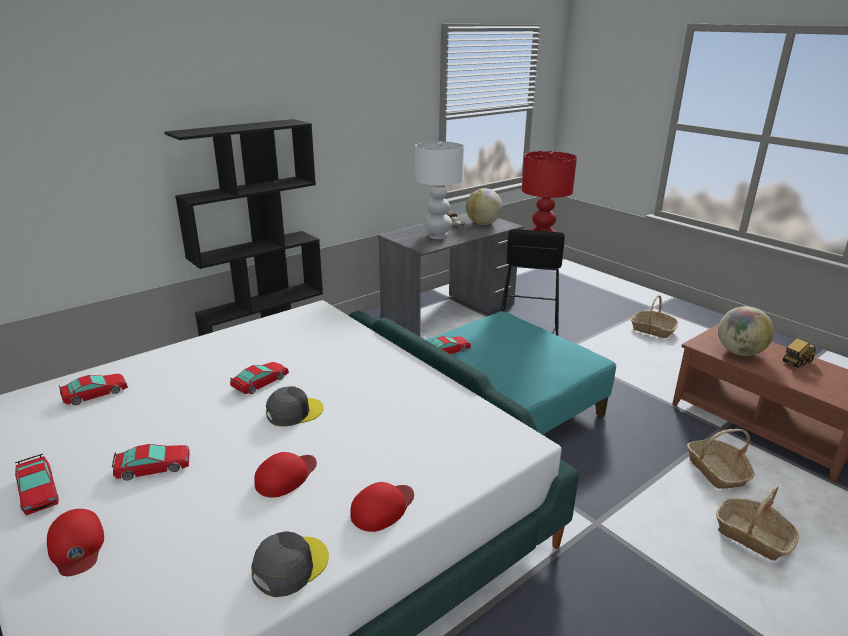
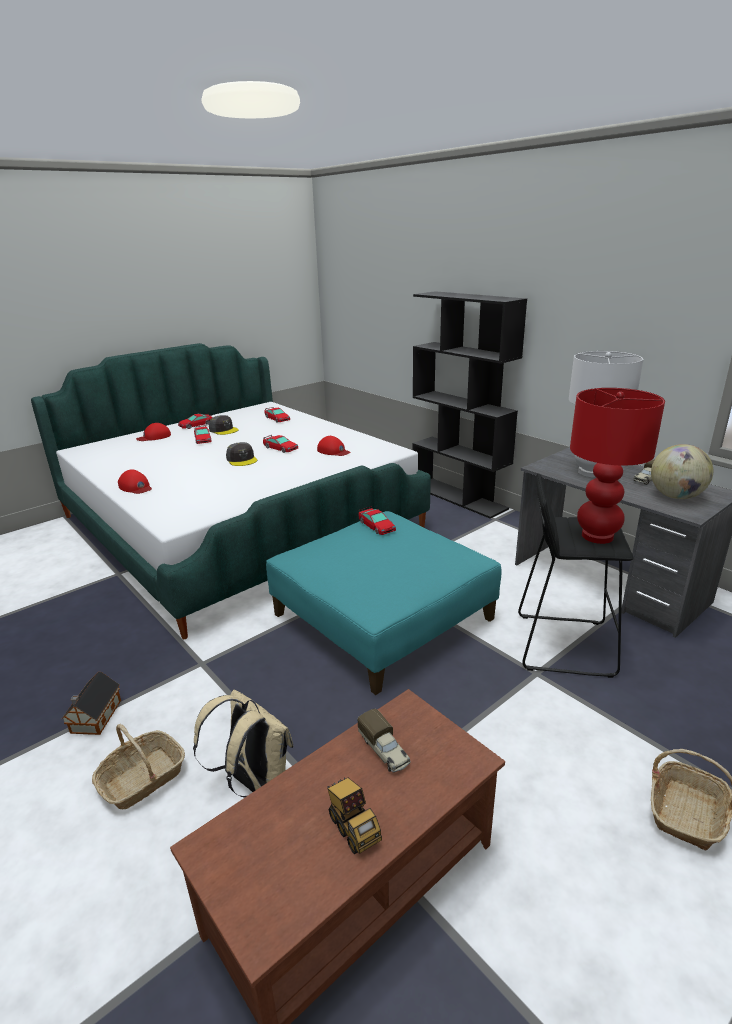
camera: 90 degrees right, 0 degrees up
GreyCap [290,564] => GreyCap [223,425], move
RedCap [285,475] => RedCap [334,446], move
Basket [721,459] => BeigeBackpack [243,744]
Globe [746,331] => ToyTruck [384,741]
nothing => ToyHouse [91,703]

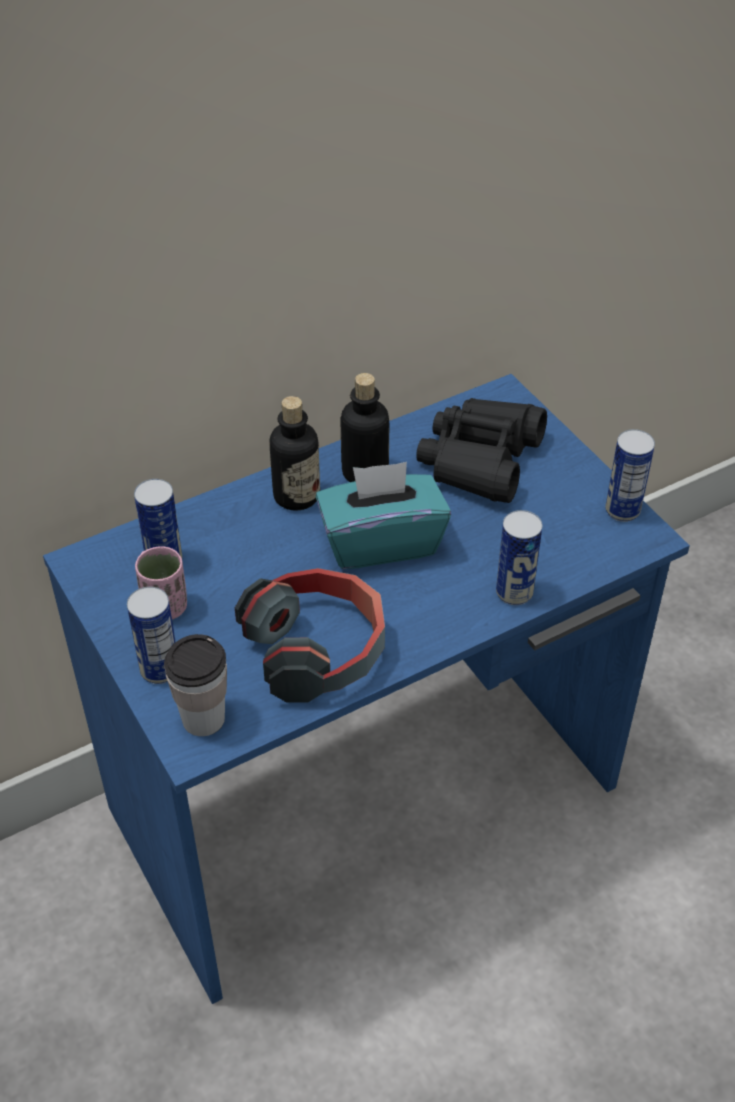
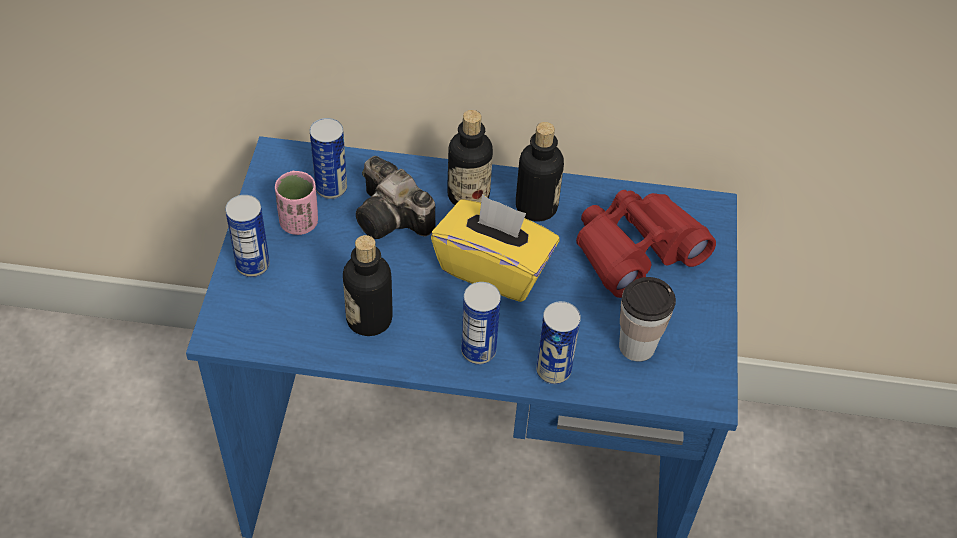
camera: 35 degrees right, 5 degrees up
Cup [195,685] => Cup [647,319], move
Headphones [310,635] => Bottle [368,285]
TurquoiseTissueBox [383,515] => YellowTissueBox [495,248]
BlackBinoculars [481,450] => RedBinoculars [646,244]
Can [630,475] => Can [481,323], move
nothing => PhotoCamera [396,197]

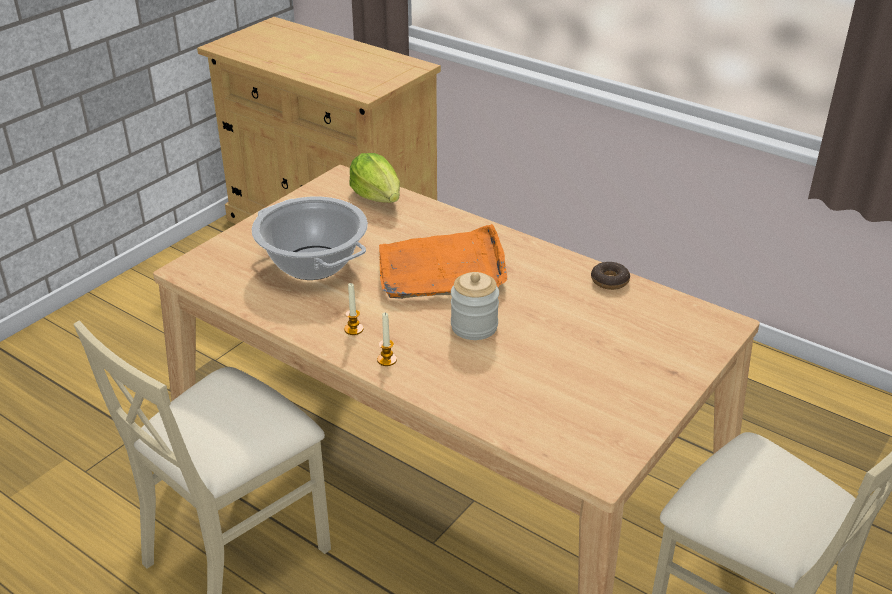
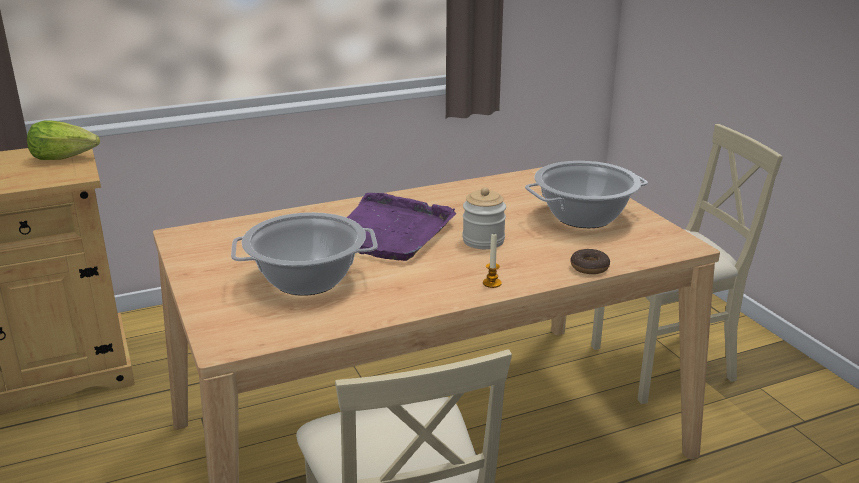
camera: 60 degrees left, 10 degrees down
Candle [353,309] => nothing
Lettuce [374,178] => Lettuce [63,140], move
OrangeTray [443,261] => PurpleTray [401,227]
Donut [610,276] => Donut [590,261], move
nothing => CookingPot [586,194]

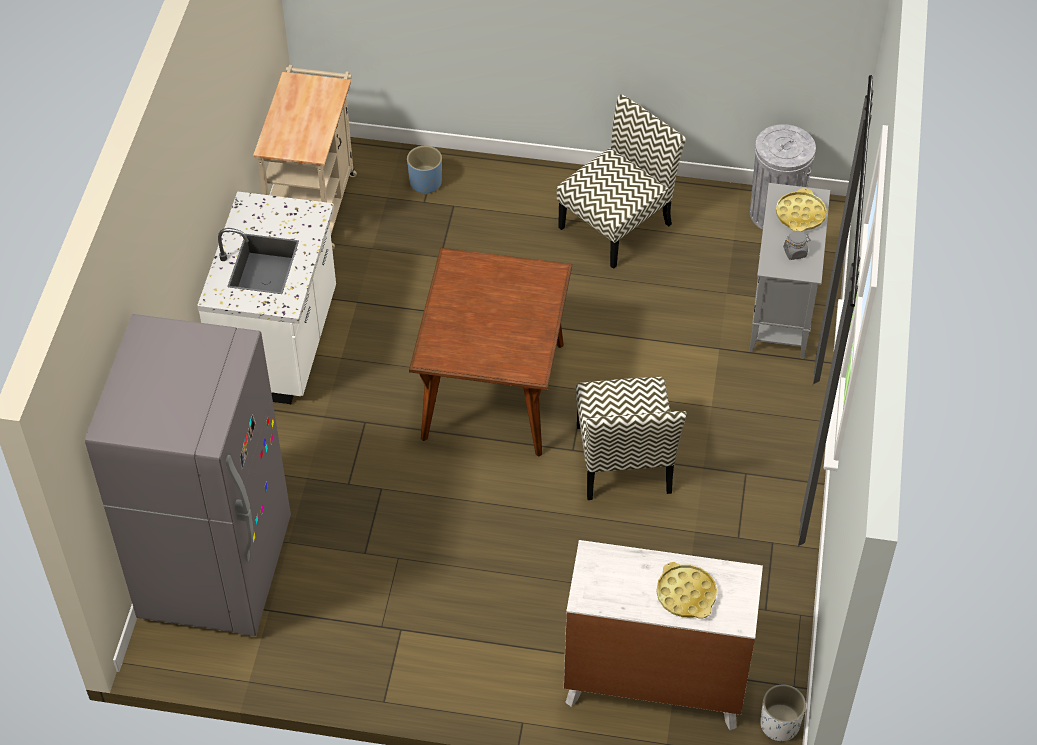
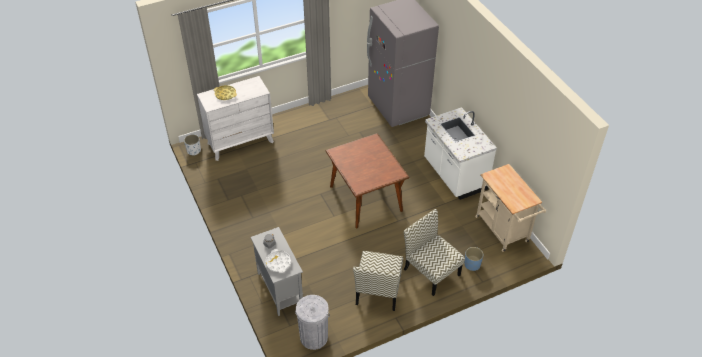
camera: 145 degrees right, 5 degrees down
Chair [631,438] => Chair [434,252], move
YellowTray [801,210] => WhiteTray [278,261]

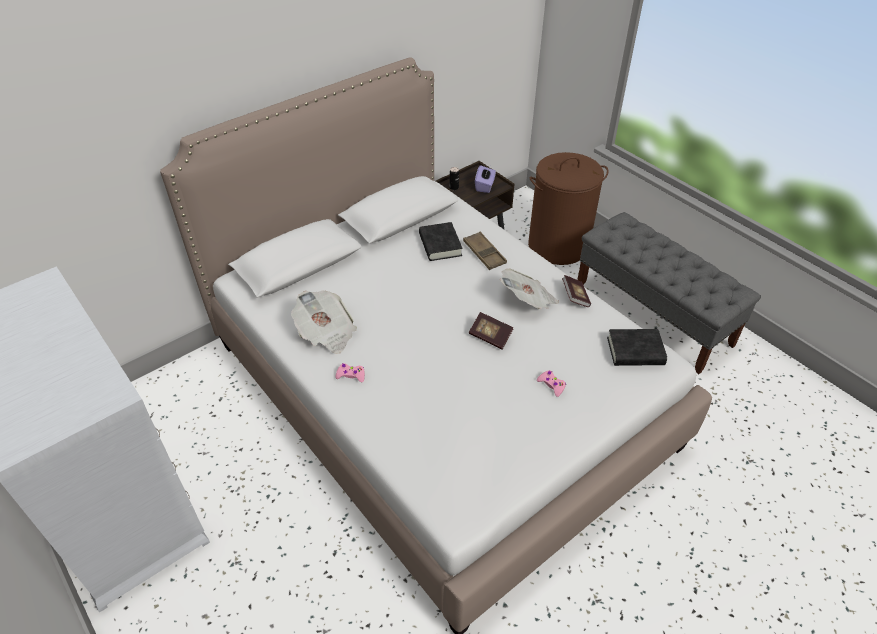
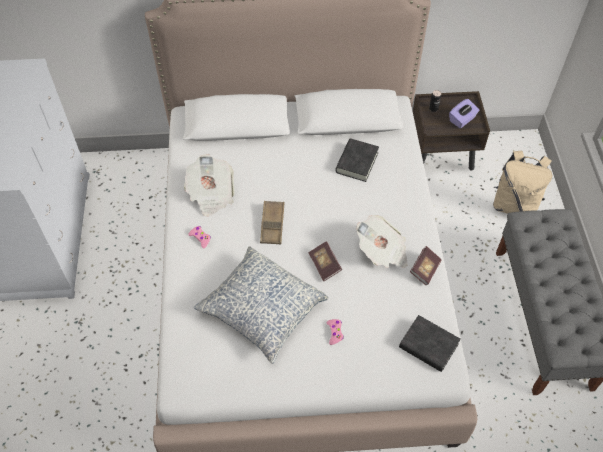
camera: 35 degrees right, 10 degrees up
BrownTray [485,251] => BrownTray [272,222], move
BrownLaundryBasket [568,208] => BeigeBackpack [523,182]
nothing => Pillow [261,305]

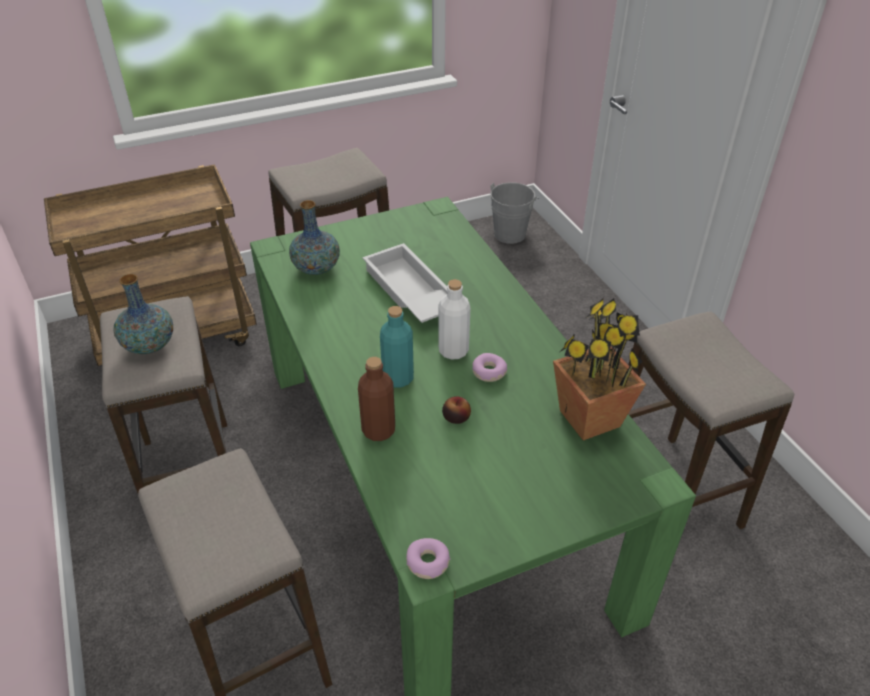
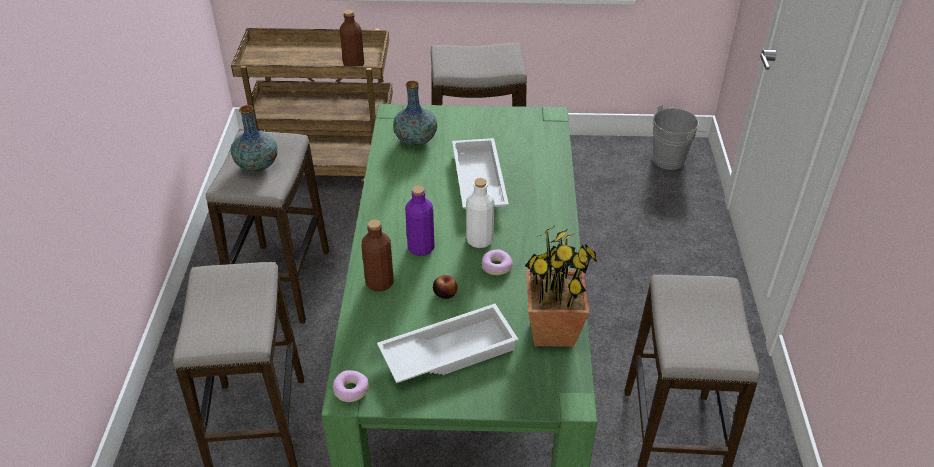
camera: 25 degrees right, 0 degrees up
TurquoiseBottle [397,346] => PurpleBottle [419,220]
nothing => BrownBottle [352,38]
nothing => WhiteTray [448,343]

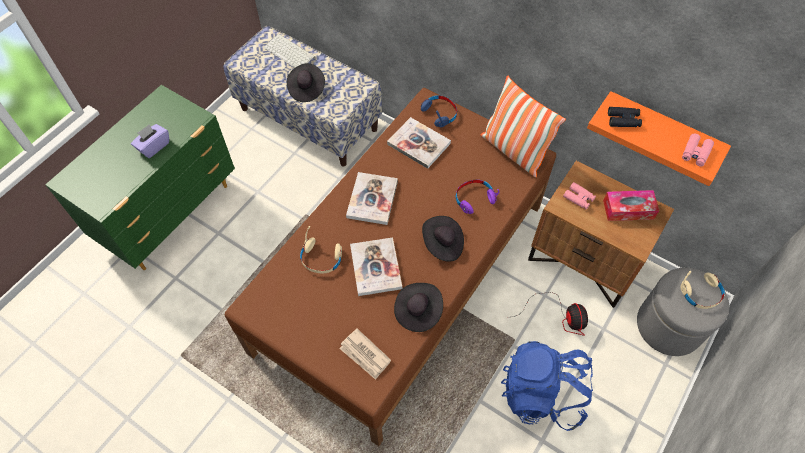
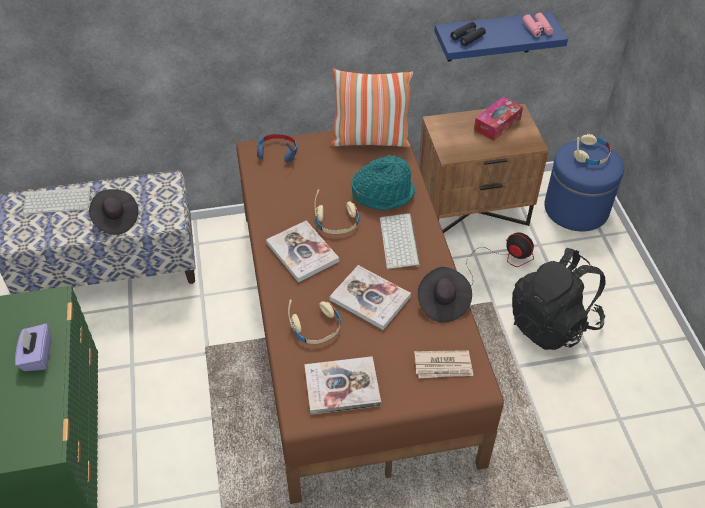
camera: 45 degrees left, 10 degrees down
Book [419,143] => Book [342,385], move
BlackHat [443,239] => Keyboard [400,241]
PurpleHeadphones [477,197] => TurquoiseHat [383,182]
BlueBackpack [547,386] => BlackBackpack [559,299]
PinkBinoculars [579,195] => nothing
OrangeShelf [659,138] => BlueShelf [501,37]
GreyOttoman [683,312] => BlueOttoman [584,185]
nothing => BeigeHeadphones [337,211]

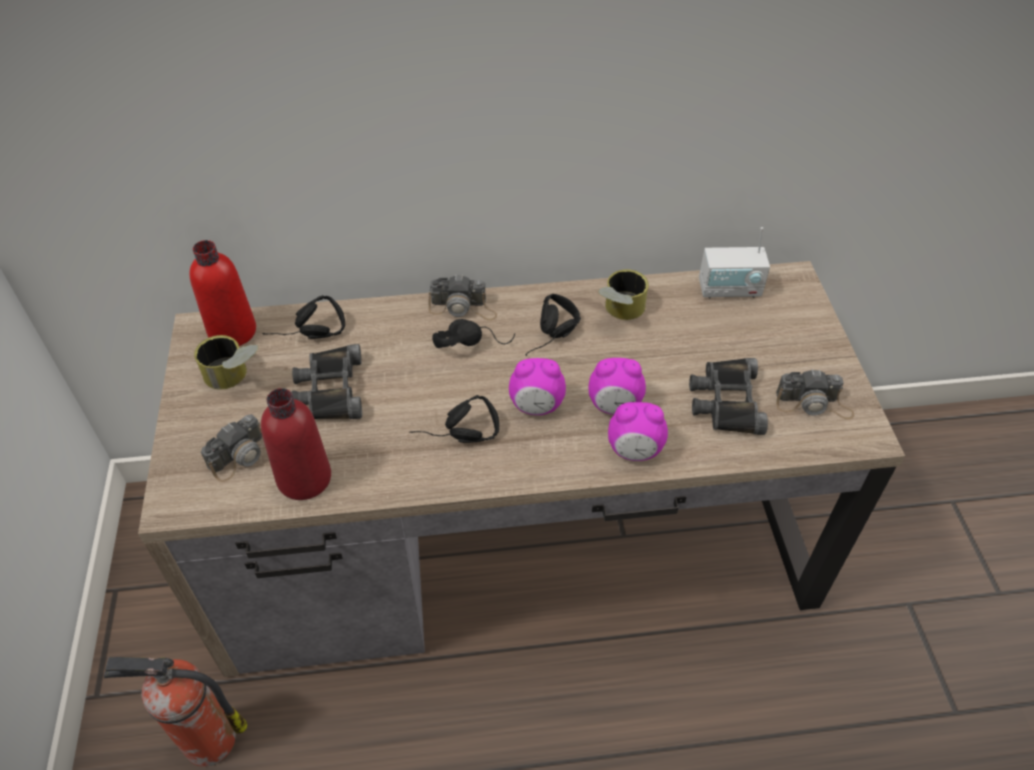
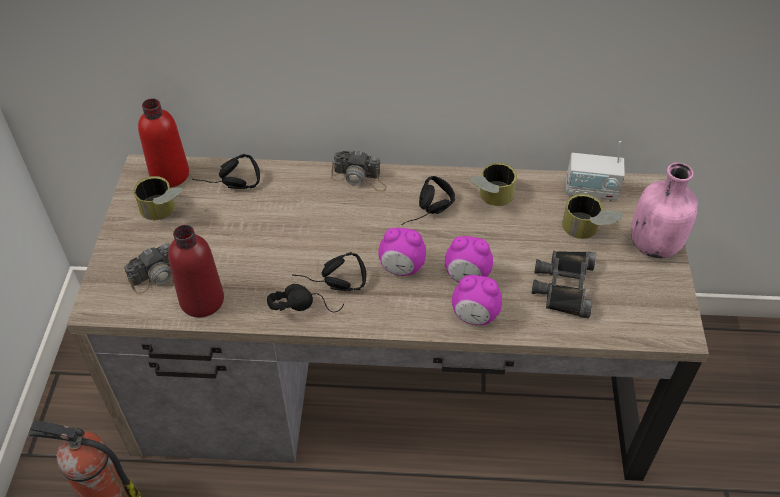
camera: 10 degrees right, 0 degrees up
BlackBinoculars [326,381] => nothing
BlackHeadphones [473,333] => BlackHeadphones [305,298], move
PhotoCamera [815,394] => nothing
nothing => Can [592,216]
nothing => PinkBottle [664,210]

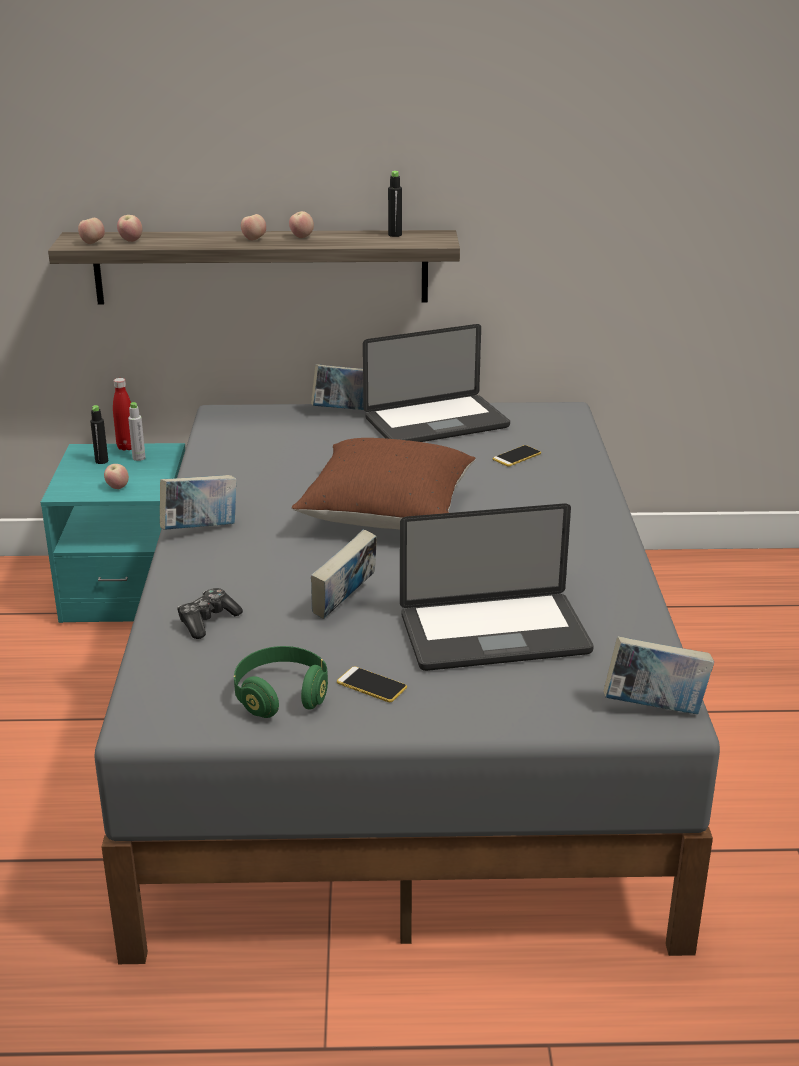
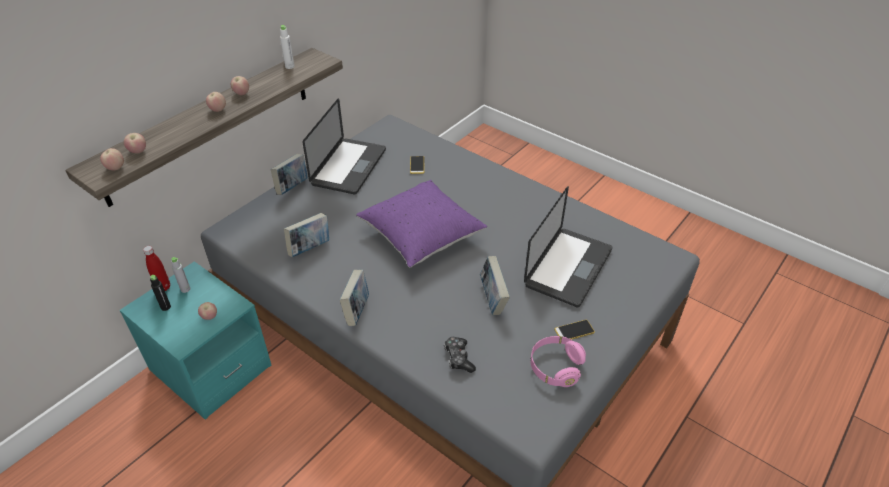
camera: 50 degrees left, 15 degrees up
GreenHeadphones [281,682] => PinkHeadphones [558,361]
BrownPillow [383,483] => PurplePillow [421,223]
BlackBottle [395,204] => WhiteBottle [287,47]
Book [658,675] => Book [306,235], move

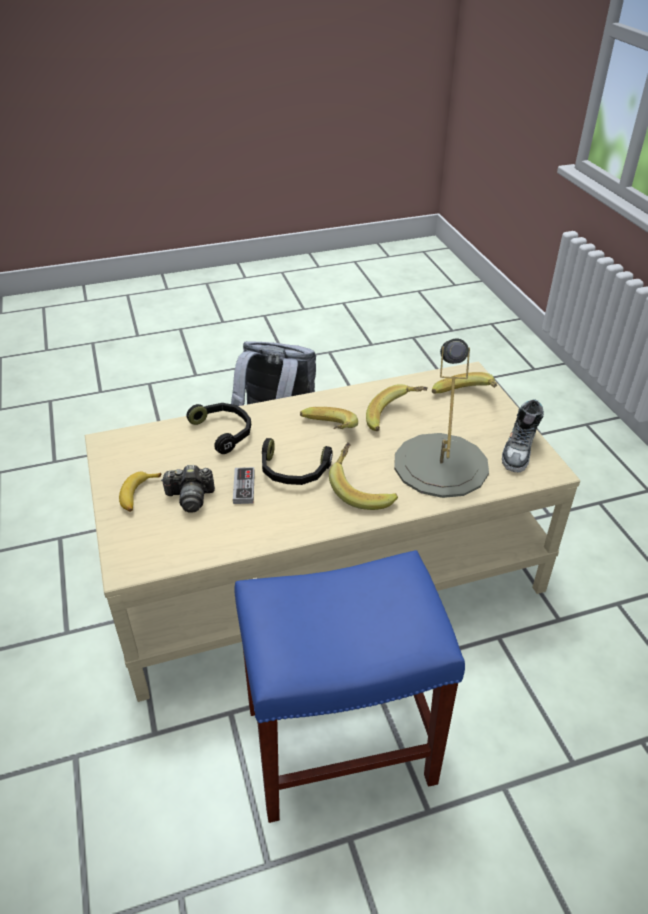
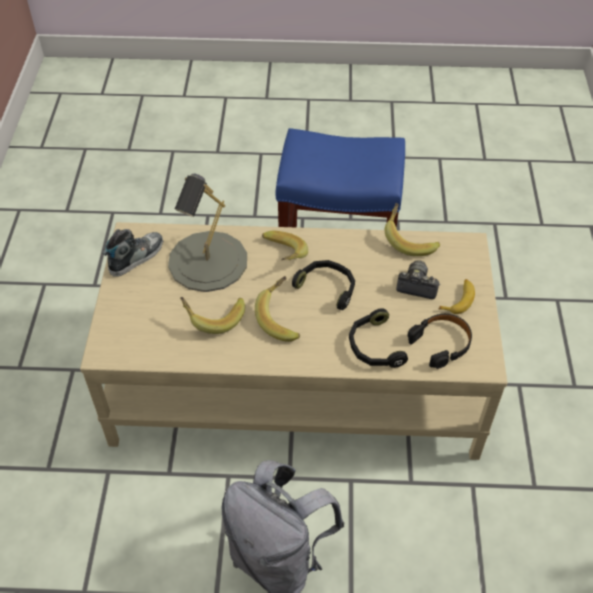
camera: 160 degrees left, 10 degrees up
GameController [244,485] => nothing
Banana [464,383] => Banana [412,229], move
nothing => BlackHeadphones [439,341]

